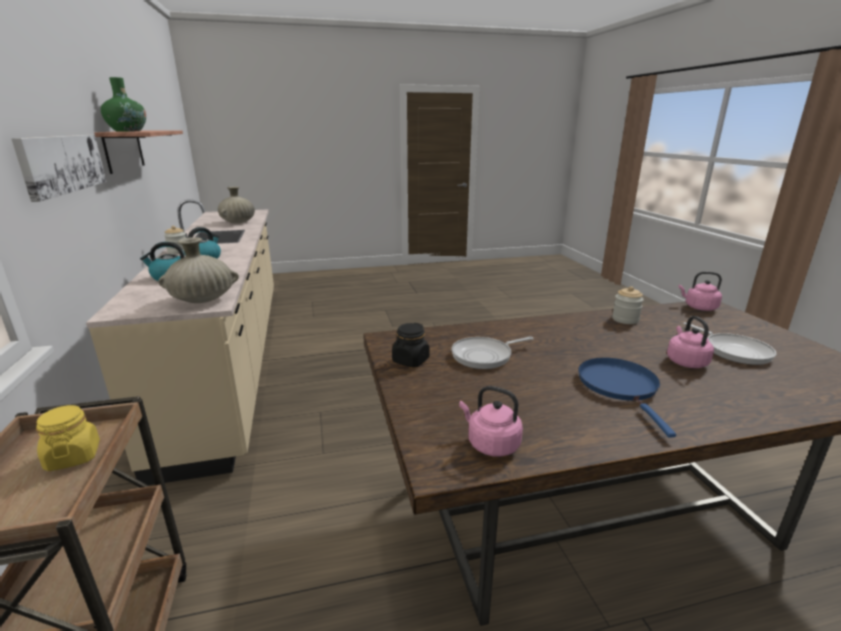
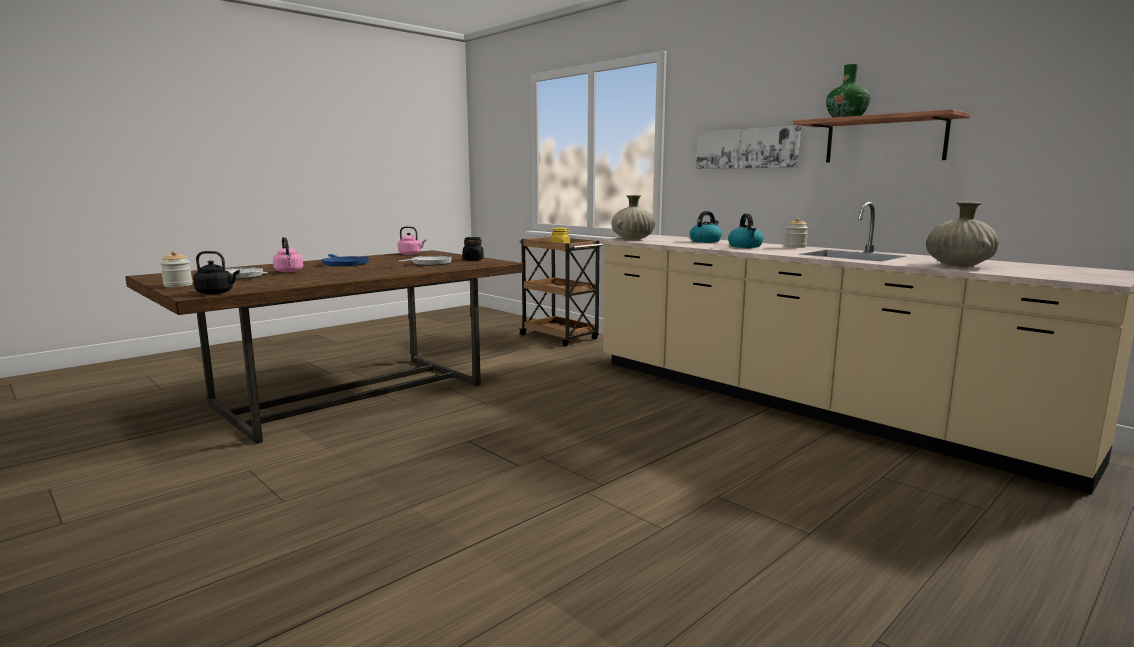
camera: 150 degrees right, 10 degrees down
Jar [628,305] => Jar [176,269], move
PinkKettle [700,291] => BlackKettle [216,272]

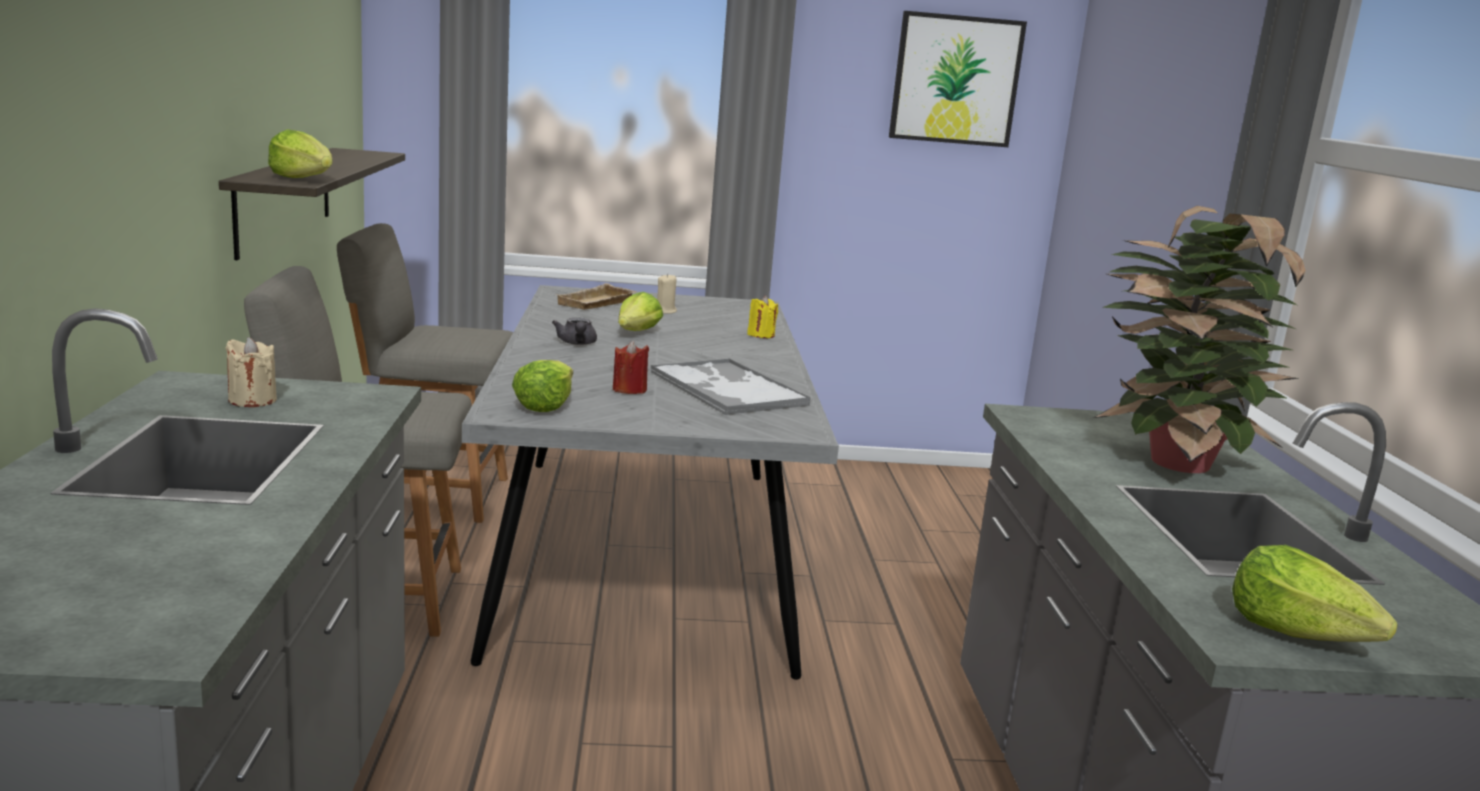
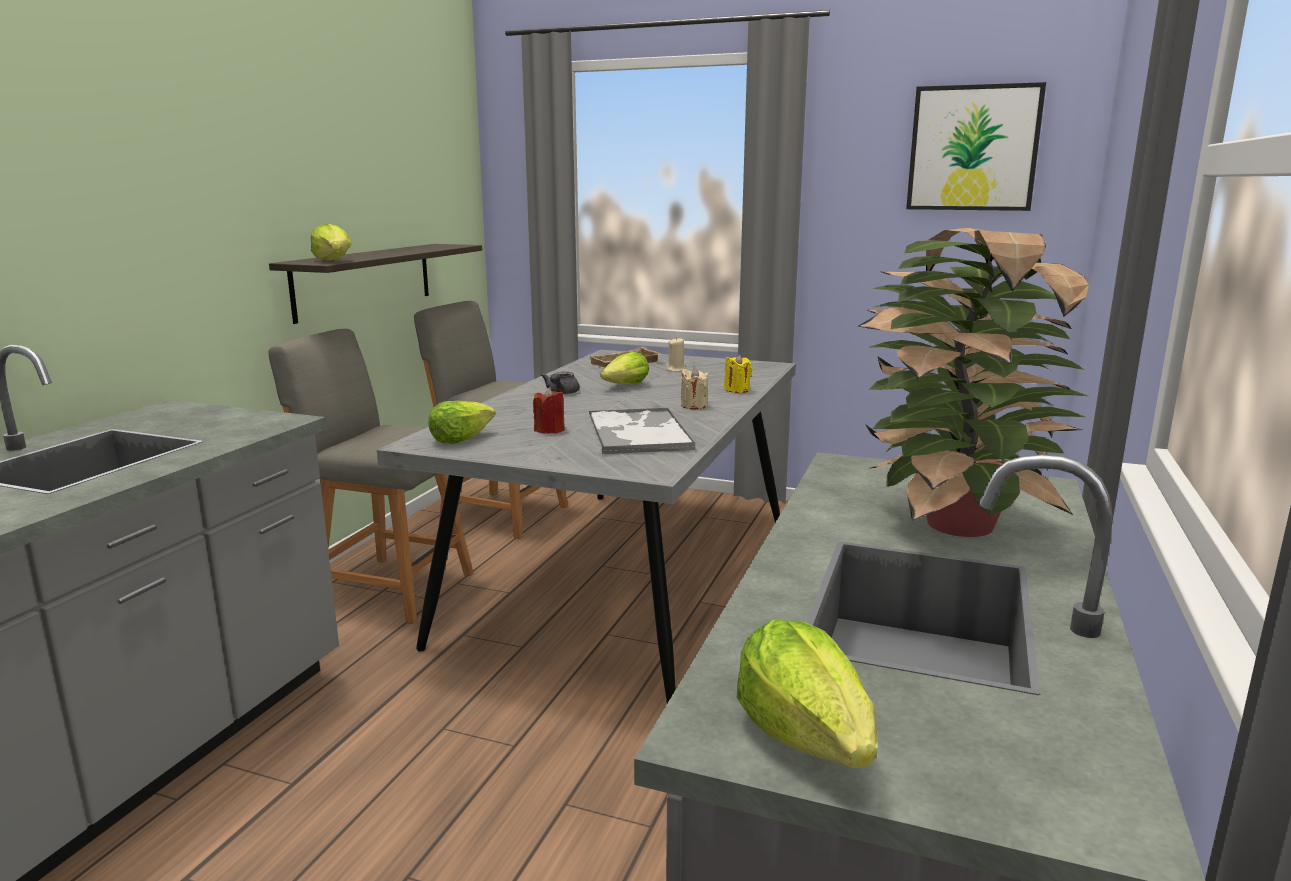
camera: 25 degrees right, 0 degrees up
BeigeCandle [251,372] => BeigeCandle [694,388], move

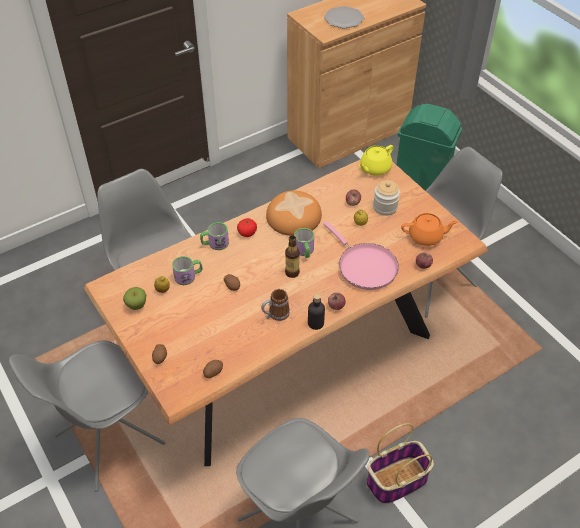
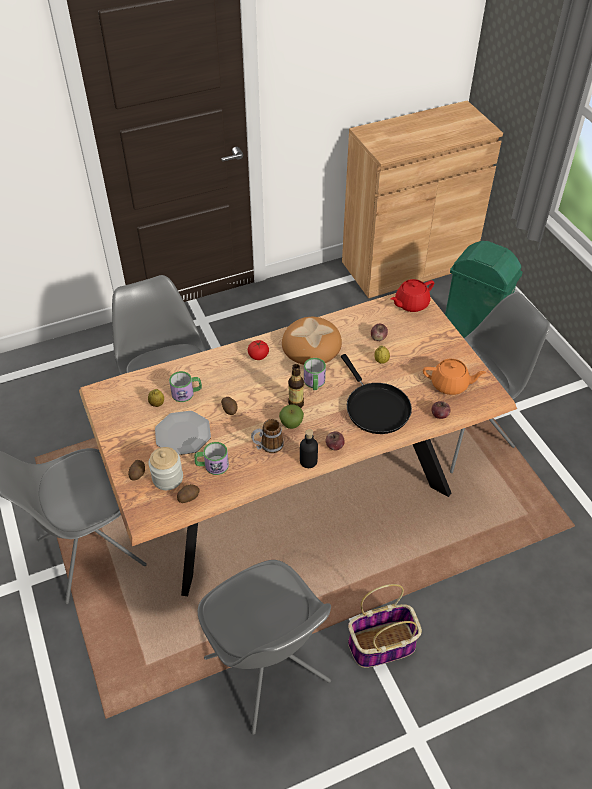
camera: 10 degrees right, 0 degrees up
Apple [134,298] => Apple [291,417], move
Mug [214,236] => Mug [211,458], move
Plate [344,17] => Plate [183,433], move
PinkFryingPan [361,255] => BlackFryingPan [376,394]
YellowTeapot [375,160] => RedTeapot [412,295]
Jar [386,198] => Jar [165,468], move

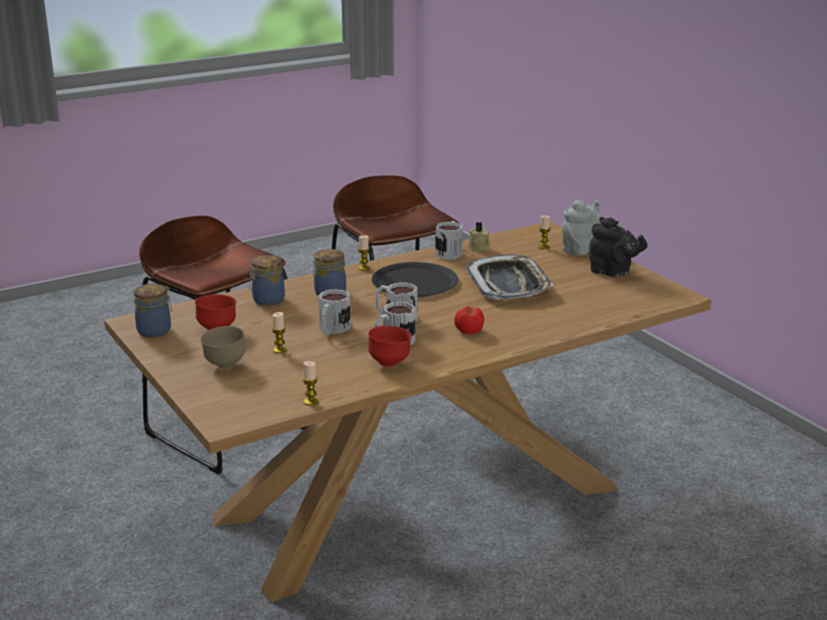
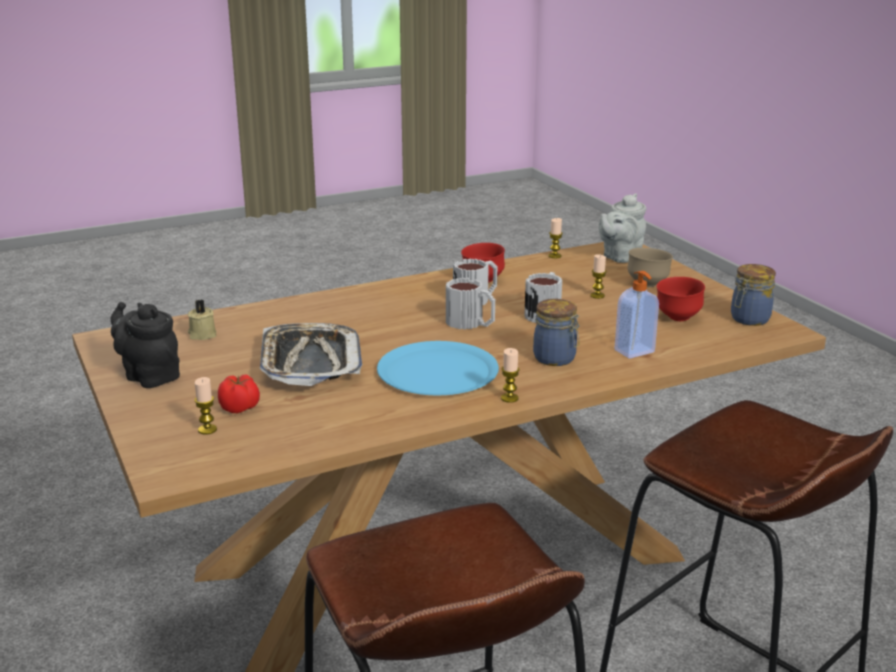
camera: 175 degrees left, 0 degrees up
Jar [267,280] => SoapDispenser [637,315]
BlackPlate [415,279] => BluePlate [438,368]
Mug [449,240] => nothing
Tomato [469,320] => Tomato [239,394], move
BeigeCandle [479,236] => BeigeCandle [202,320], move
GreyTeapot [581,227] => GreyTeapot [622,228], move

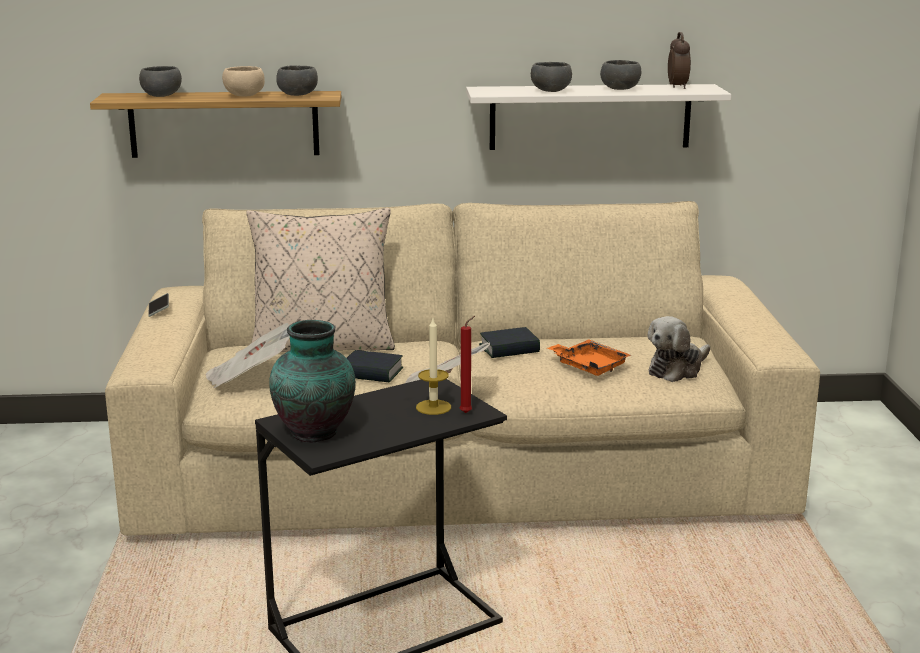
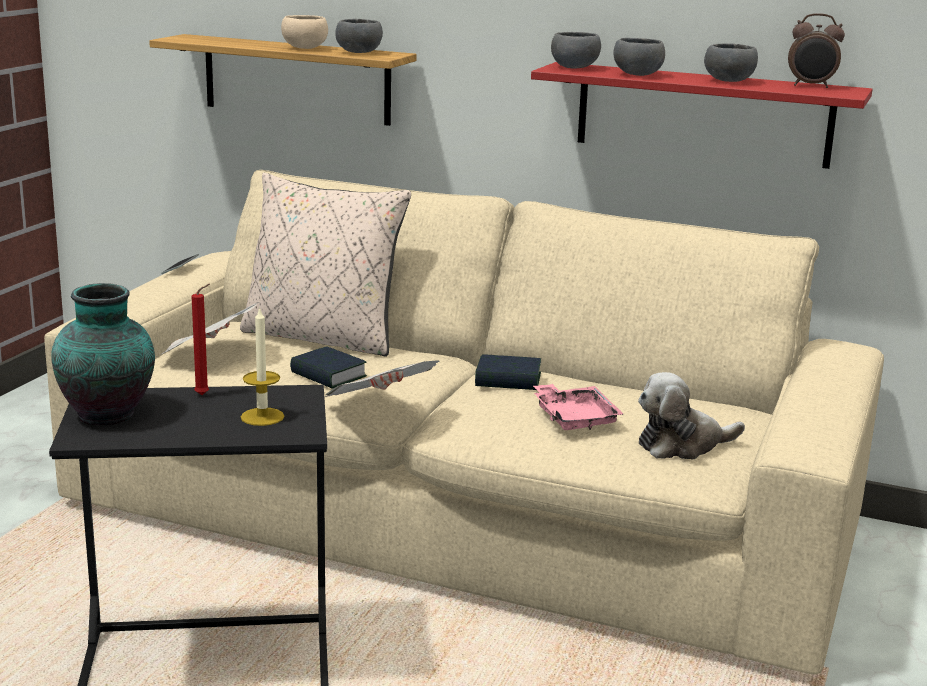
camera: 25 degrees right, 0 degrees up
GreyBowl [160,81] => GreyBowl [576,50], move
RedCandle [467,364] => RedCandle [200,339], move
WhiteShelf [598,117] => RedShelf [702,115]
OrangeTray [589,357] => PinkTray [578,407]
AlarmClock [679,60] => AlarmClock [816,50], 75 degrees clockwise

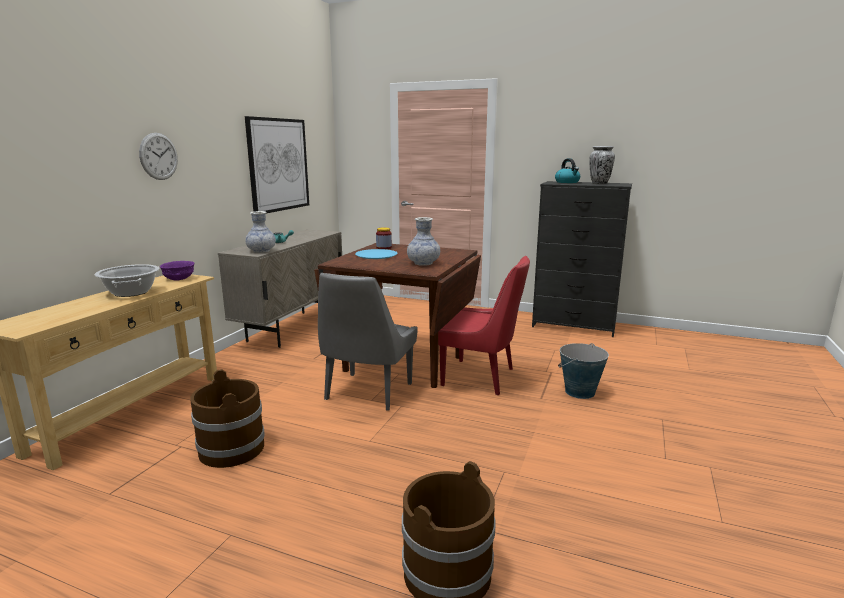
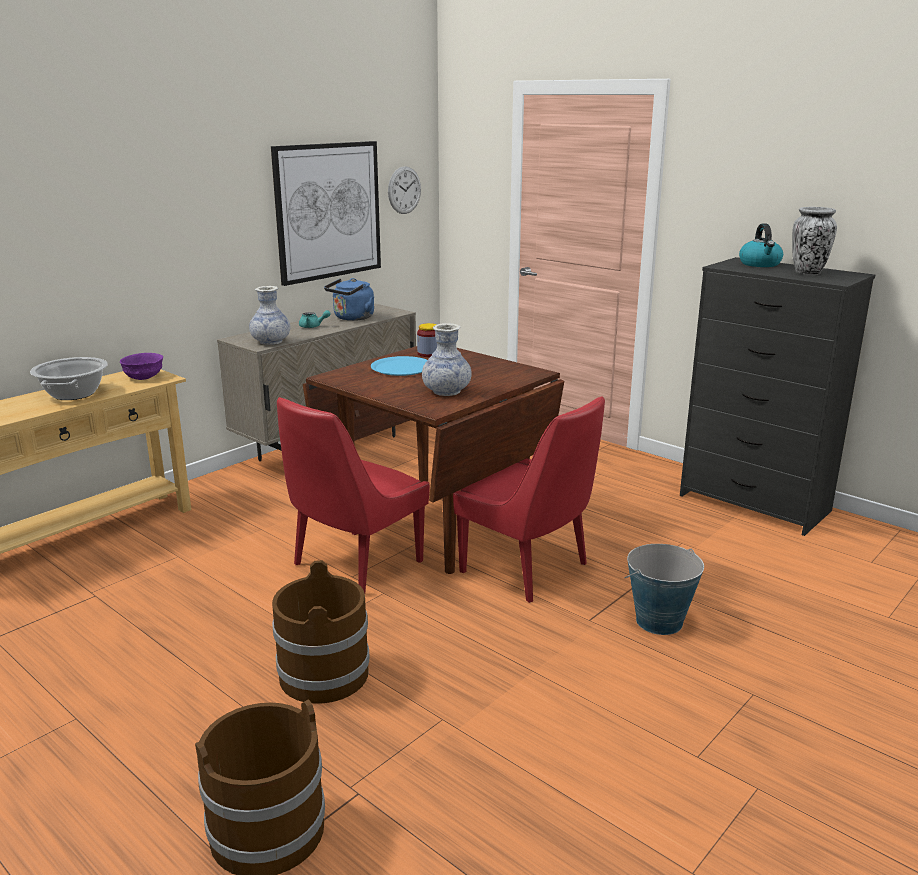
camera: 20 degrees right, 5 degrees up
WallClock [158,156] => WallClock [404,190], move
BrownBucket [227,418] => BrownBucket [321,632], move
GreyChair [368,342] => RedChair [353,495]
nothing => BlueKettle [349,299]

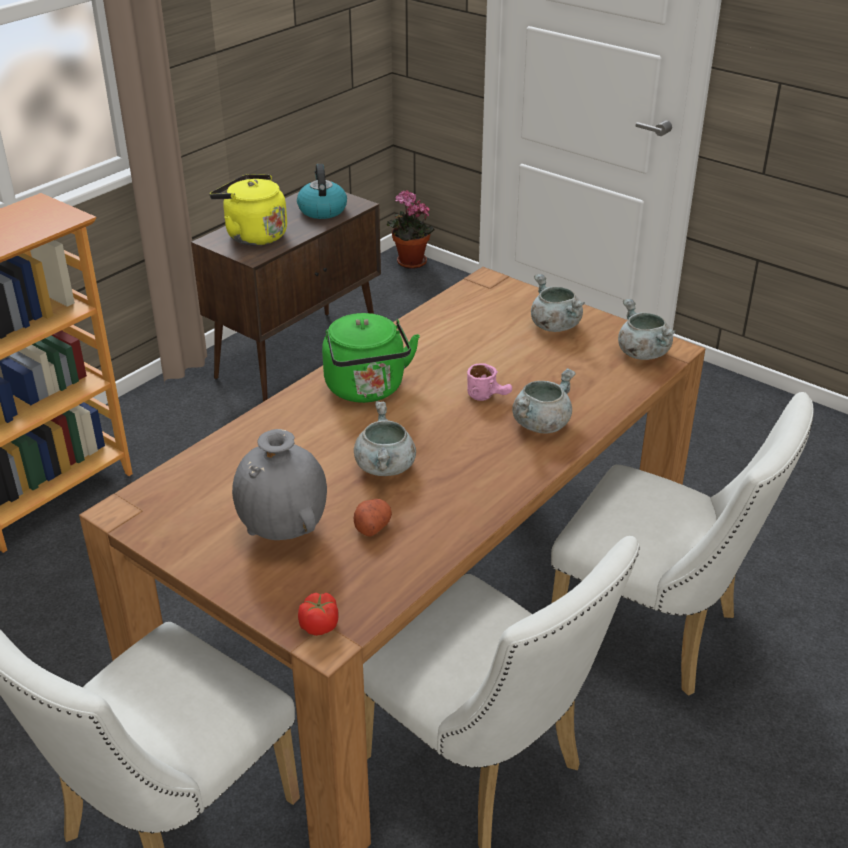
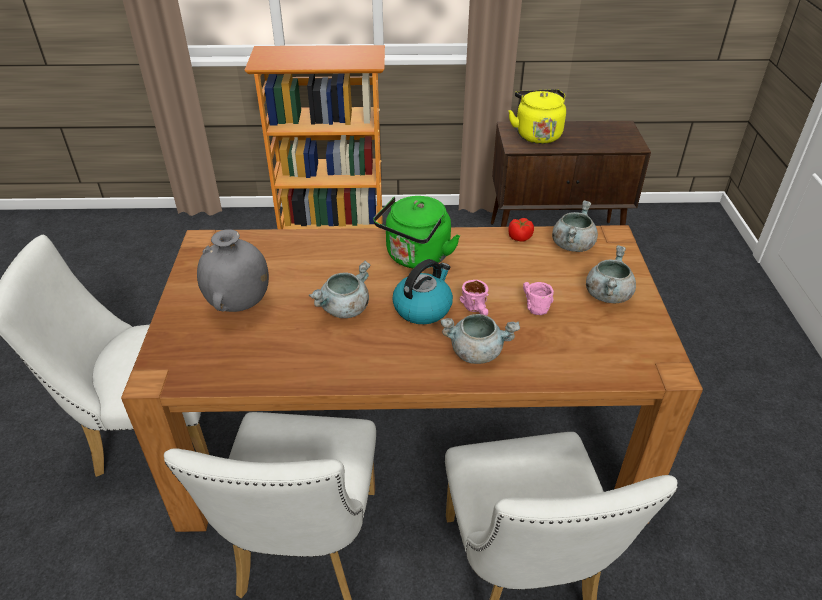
camera: 50 degrees right, 5 degrees up
Kettle [322,191] => Kettle [422,291], move
Tomato [318,614] => Tomato [521,230], move
Potato [373,518] => nothing
PottedPlant [411,229] => nothing
GreyCookingPot [647,329] => GreyCookingPot [575,226], move
nothing => PinkMug [538,298]

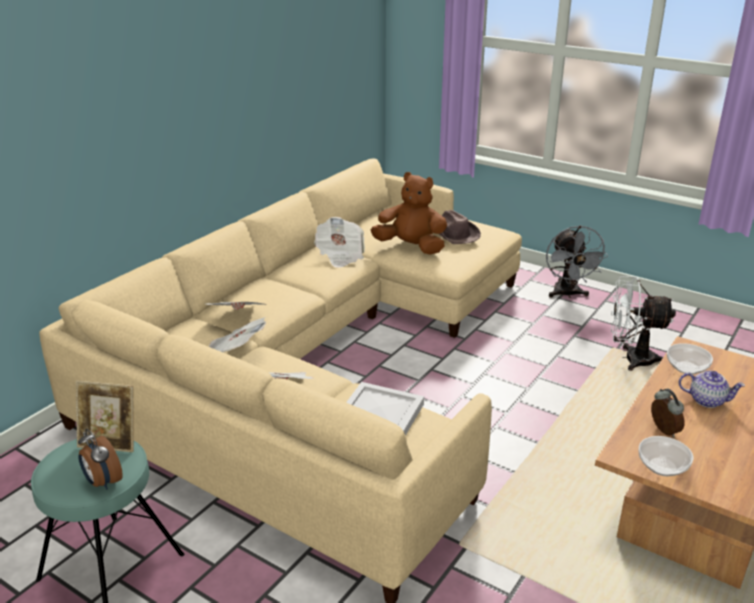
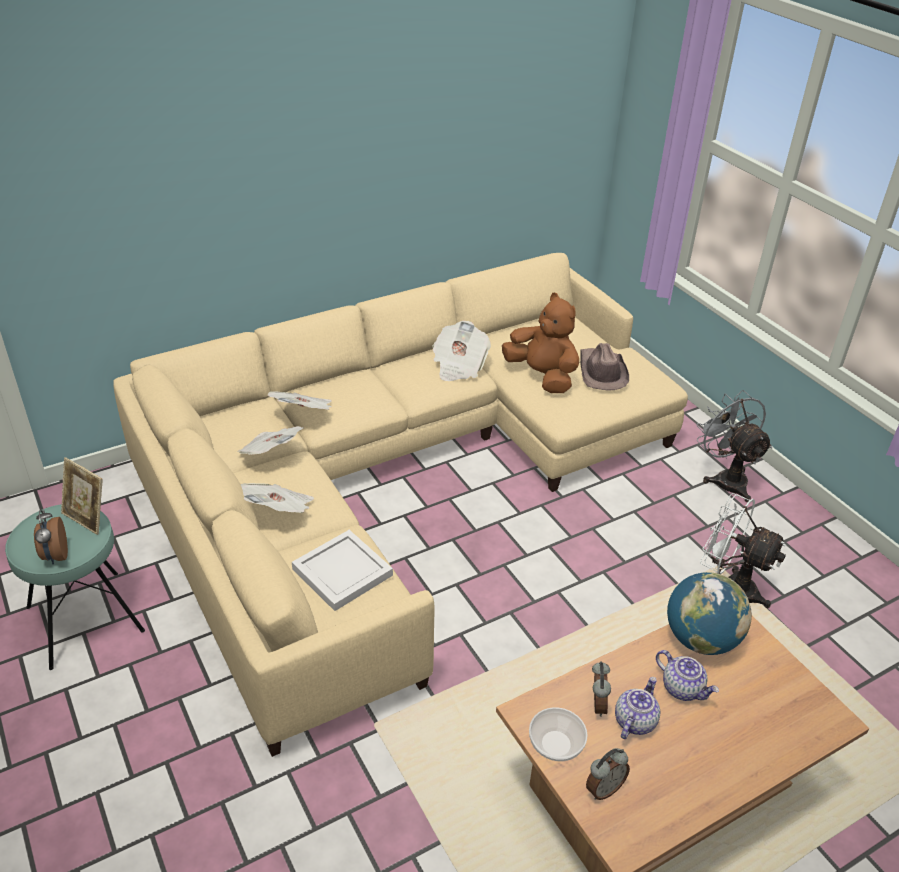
camera: 25 degrees right, 10 degrees up
GreyFan [577,261] => GreyFan [734,446], 135 degrees clockwise
Bowl [690,359] => Globe [709,613]
nothing => AlarmClock [608,774]
nothing => Teapot [637,708]

